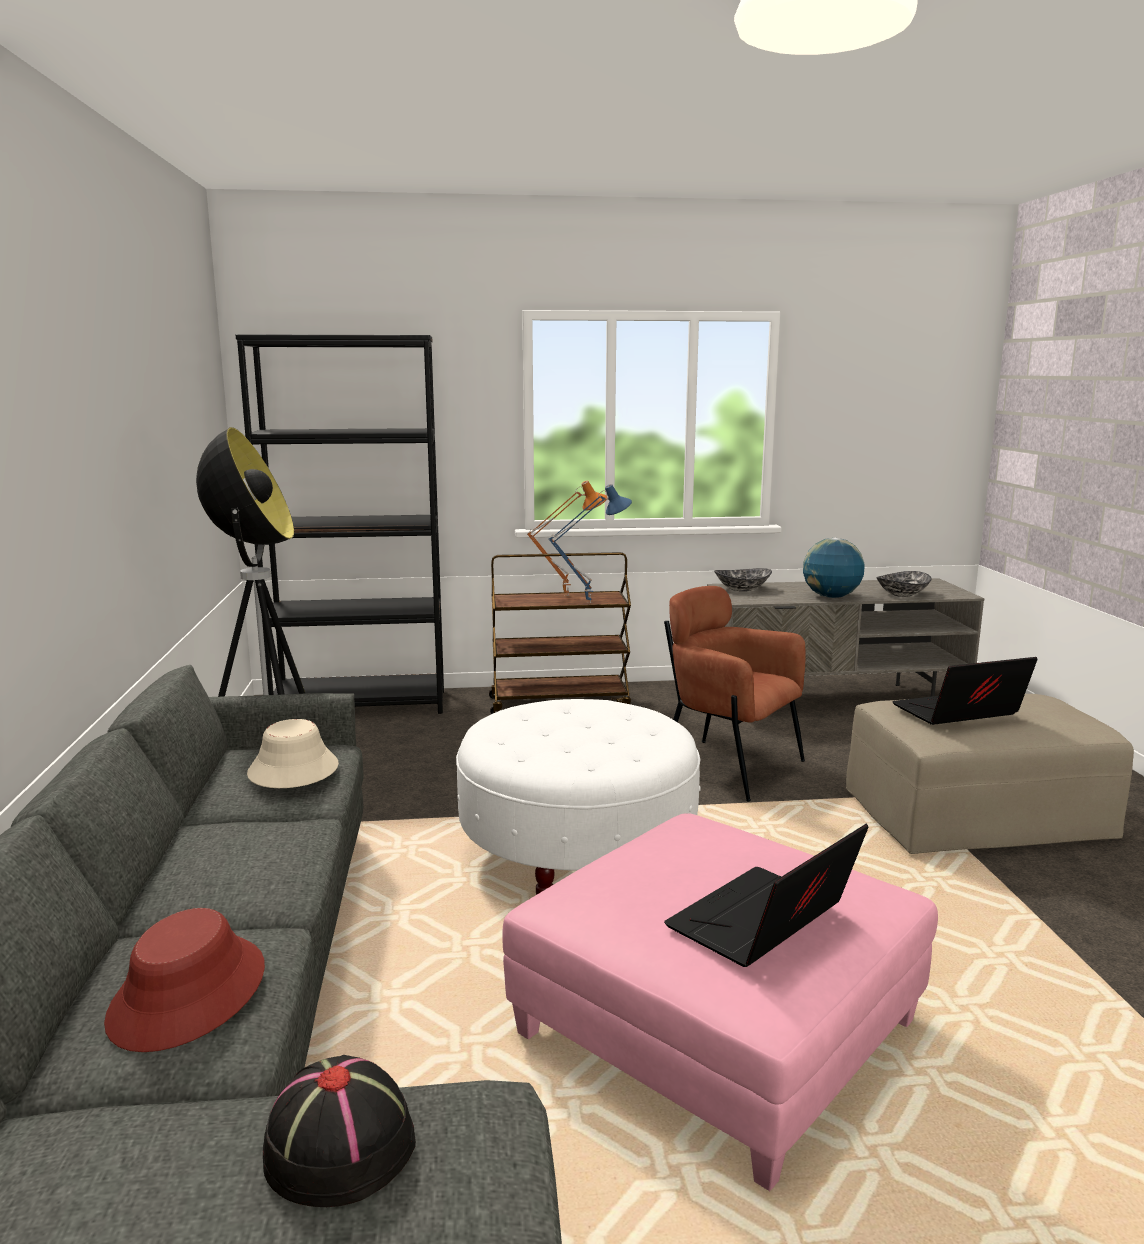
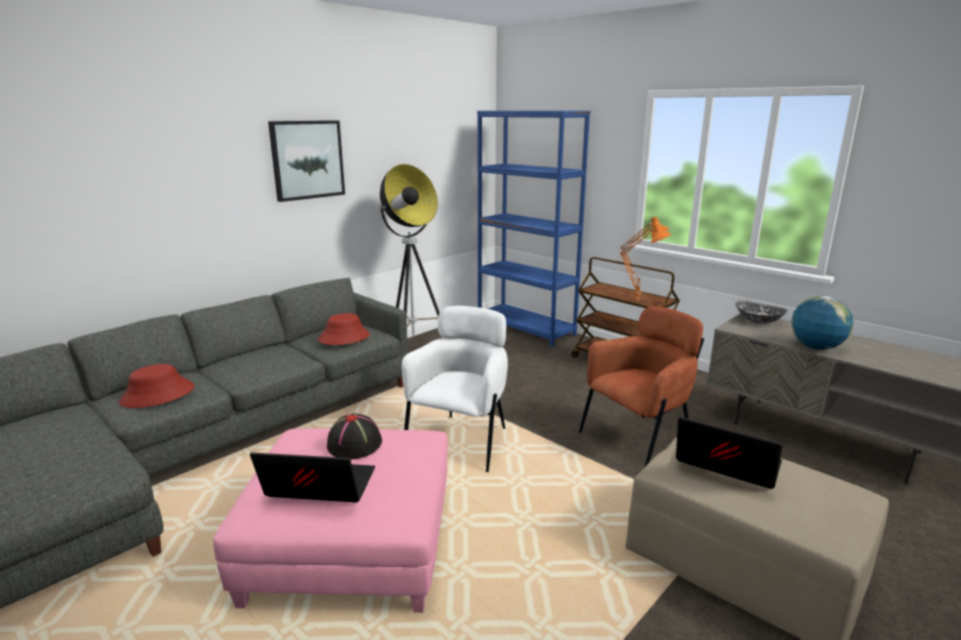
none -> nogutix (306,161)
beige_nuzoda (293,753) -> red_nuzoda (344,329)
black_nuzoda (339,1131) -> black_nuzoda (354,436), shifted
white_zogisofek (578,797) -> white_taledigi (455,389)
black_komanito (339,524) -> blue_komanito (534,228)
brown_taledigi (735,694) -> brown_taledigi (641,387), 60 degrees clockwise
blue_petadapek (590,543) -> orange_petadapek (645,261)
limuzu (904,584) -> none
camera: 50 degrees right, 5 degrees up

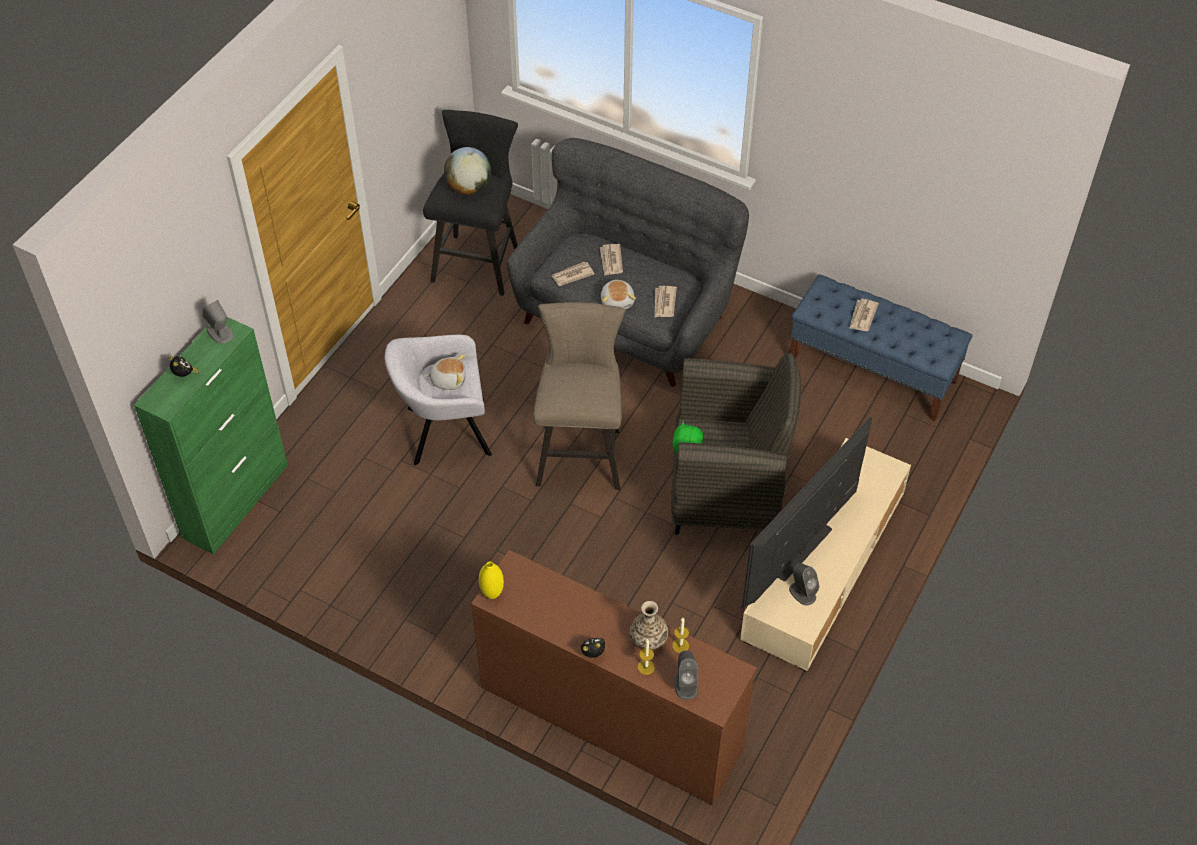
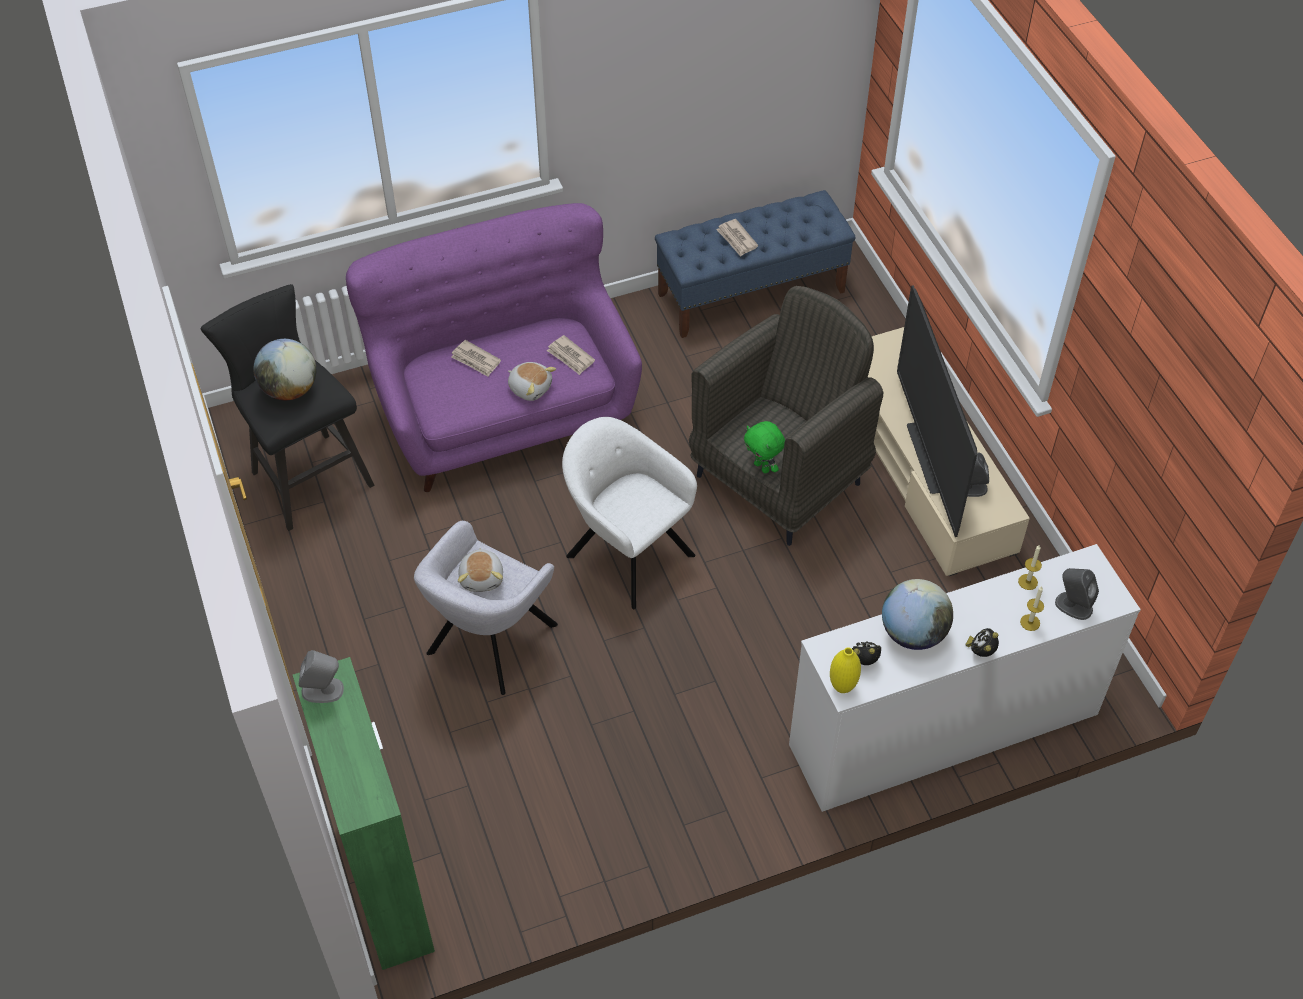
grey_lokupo (628,262) -> purple_lokupo (494,347)
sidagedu (445,372) -> sidagedu (480,570), 135 degrees clockwise
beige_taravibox (579,396) -> white_taledigi (629,513)
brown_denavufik (614,677) -> white_denavufik (965,678)
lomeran (184,366) -> lomeran (866,653), shifted
none -> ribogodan (917,614)
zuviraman (573,274) -> none
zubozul (648,625) -> none
camera: 50 degrees left, 0 degrees up

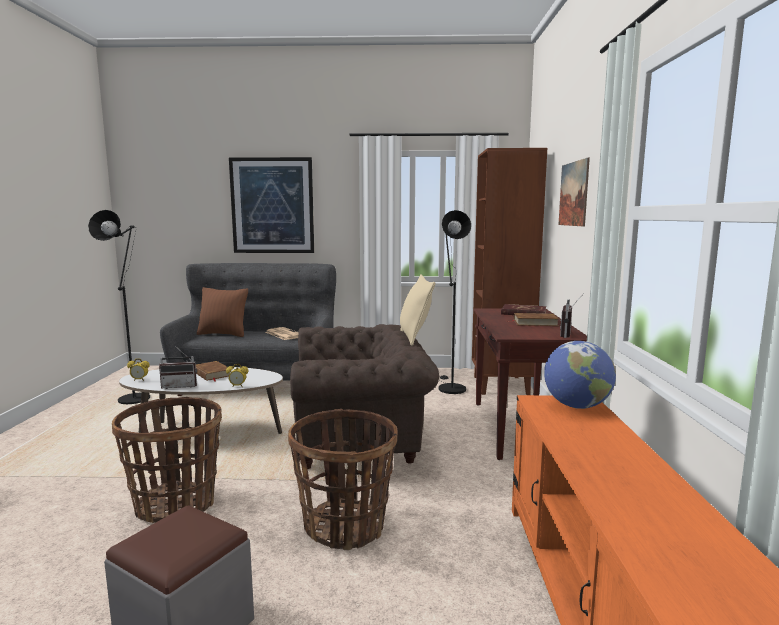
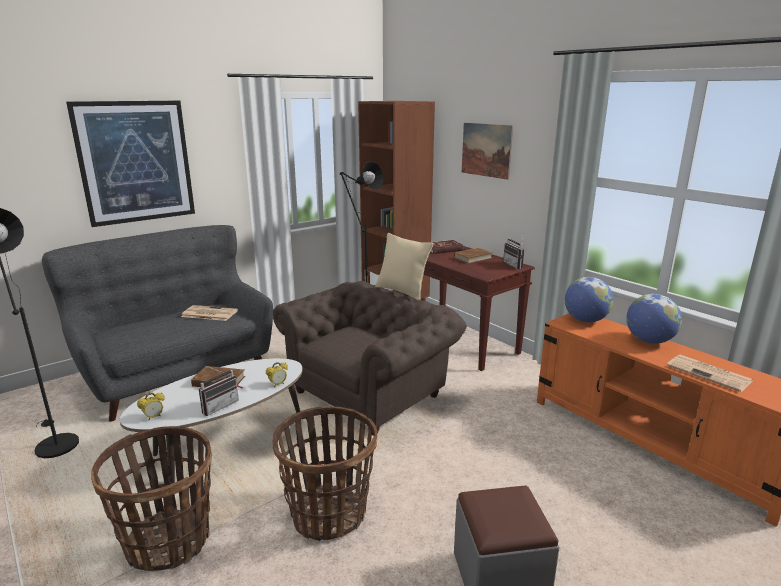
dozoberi (343,479) -> dozoberi (151,499), shifted
none -> ribogodan (654,319)
none -> zuviraman (710,373)
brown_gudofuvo (222,312) -> none
camera: 40 degrees left, 10 degrees up

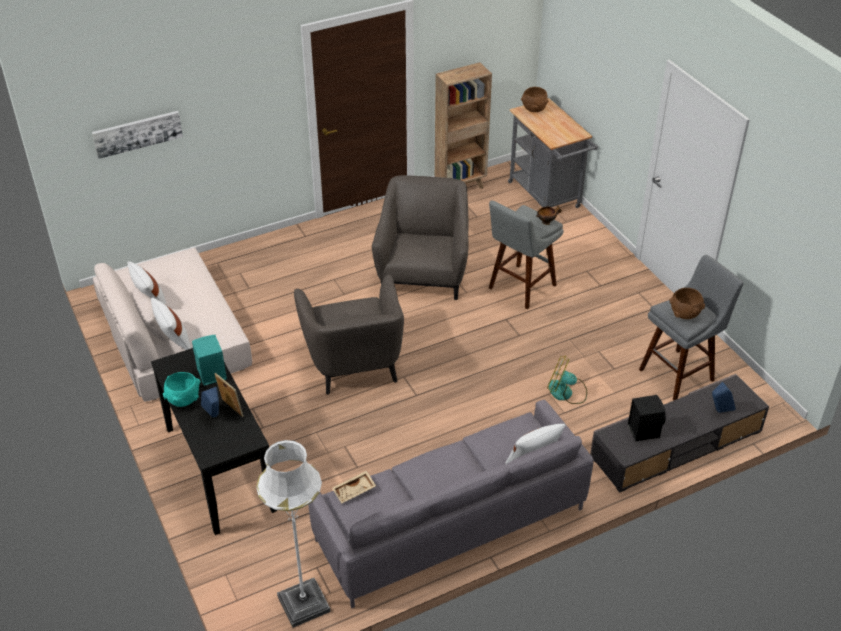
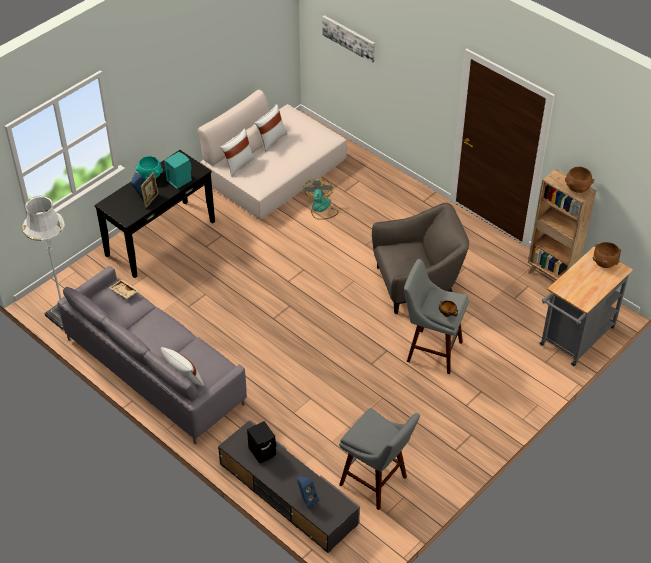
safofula (567,380) -> safofula (321,199), shifted
brown_limuzu (687,303) -> brown_limuzu (579,179), shifted
grey_taledigi (349,334) -> none
camera: 70 degrees right, 5 degrees up

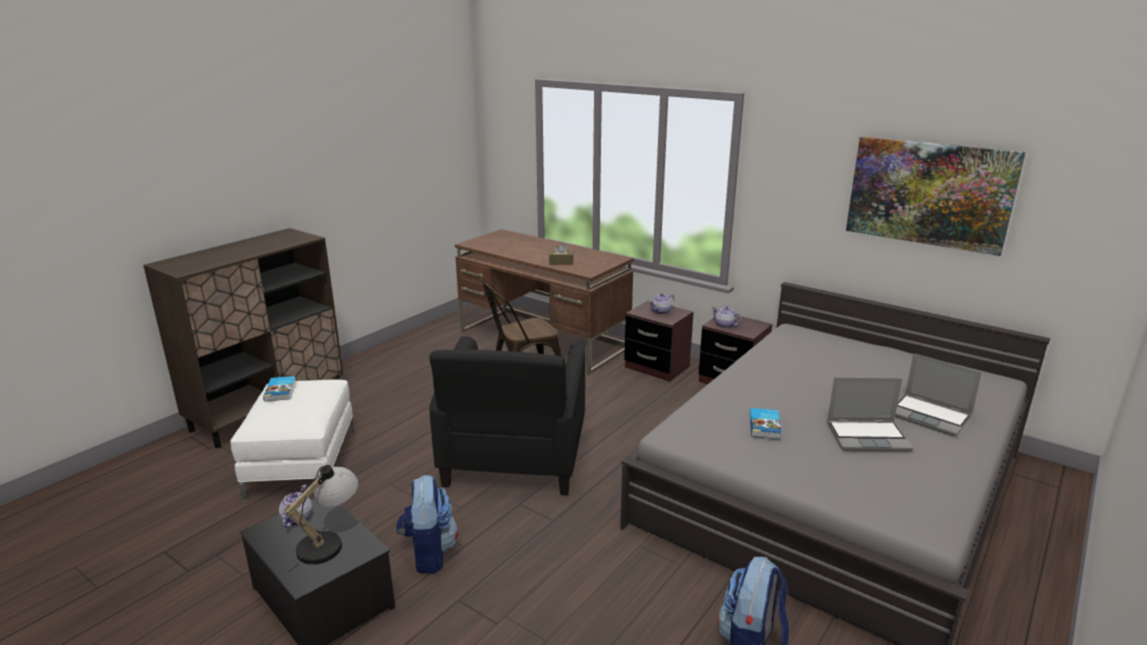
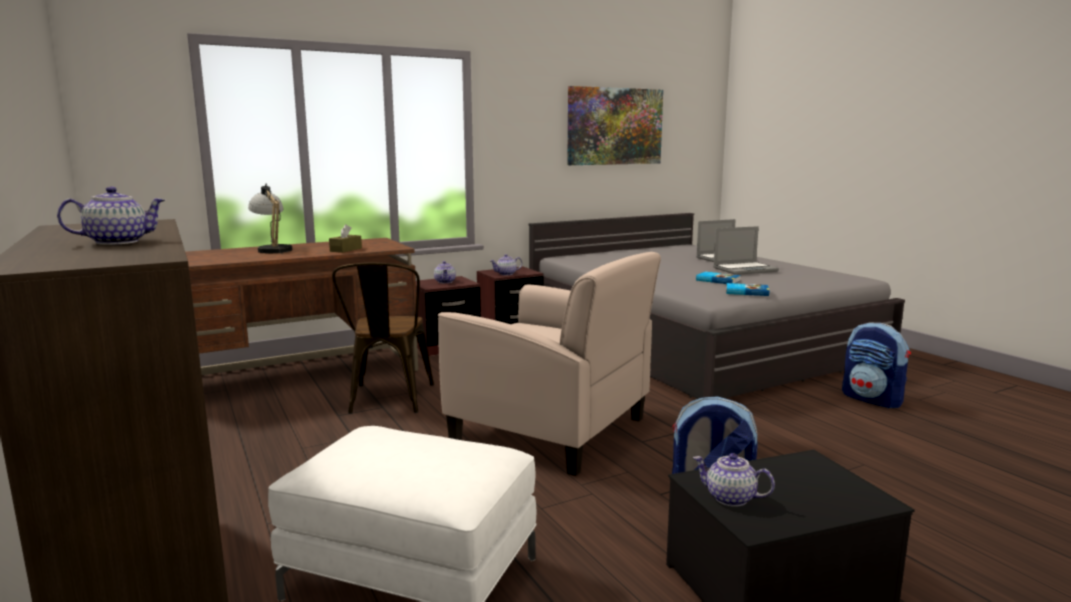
none -> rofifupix (111,215)
petadapek (321,519) -> petadapek (270,218), shifted
black_taledigi (507,416) -> beige_taledigi (549,364)
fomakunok (870,414) -> fomakunok (746,250), 45 degrees clockwise
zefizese (279,389) -> zefizese (747,289), shifted
camera: 65 degrees left, 10 degrees down

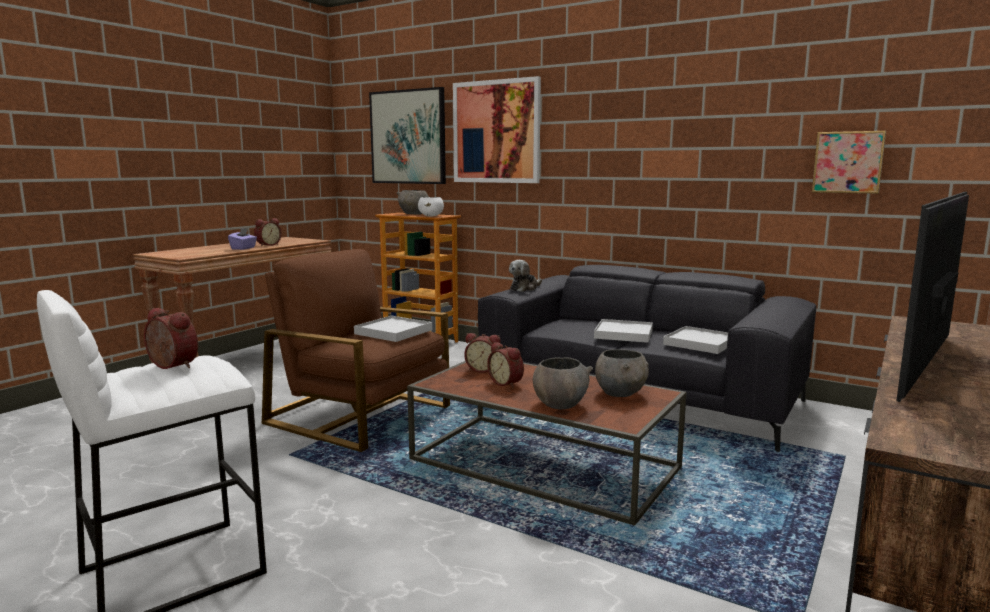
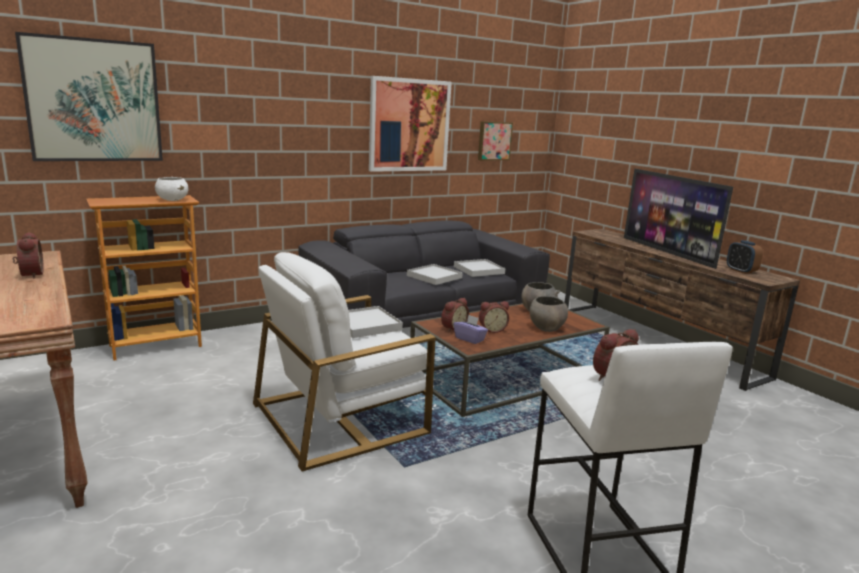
brown_taledigi (356,350) -> white_taledigi (344,362)
nogutix (497,129) -> nogutix (410,124), shifted
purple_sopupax (242,239) -> purple_sopupax (471,329), shifted
none -> lomeran (745,257)
grey_limuzu (413,202) -> none
sidagedu (525,276) -> none
camera: 65 degrees left, 5 degrees up

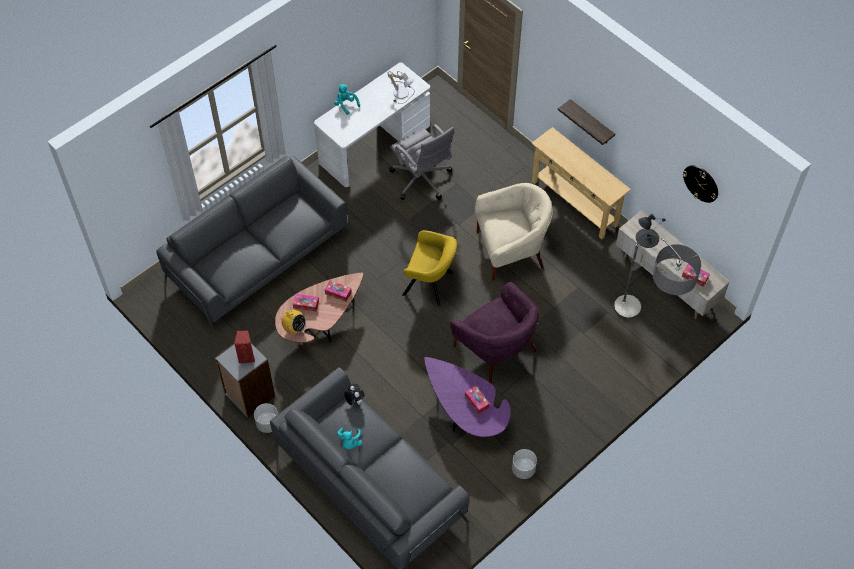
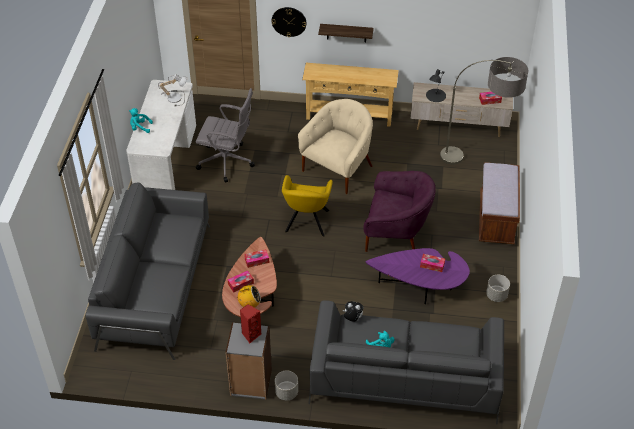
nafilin (700,184) -> nafilin (289,22), shifted
yellow_taledigi (429,268) -> yellow_taledigi (307,206), 120 degrees clockwise
none -> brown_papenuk (499,203)
camera: 40 degrees left, 10 degrees down

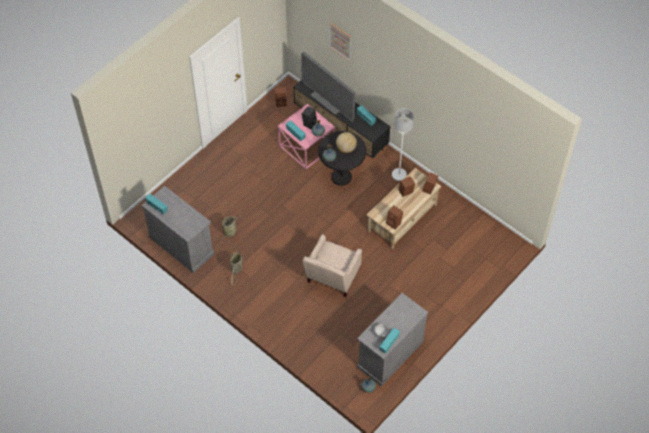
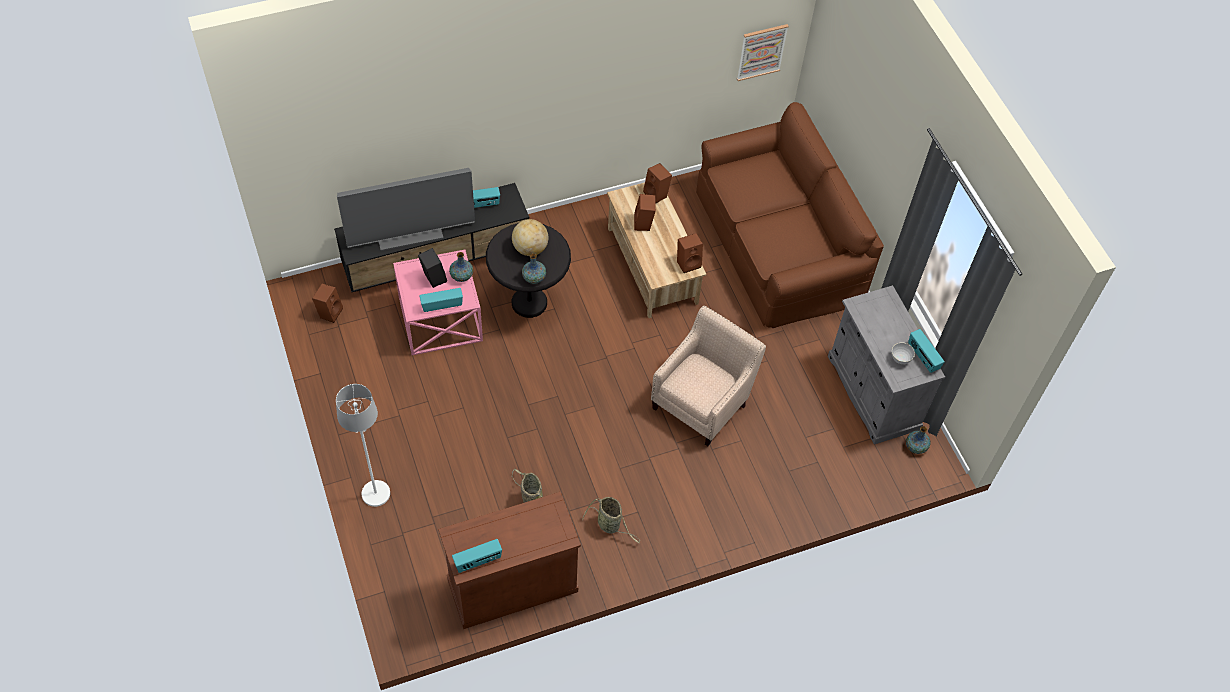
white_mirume (403,144) -> white_mirume (363,445), shifted
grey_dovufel (178,229) -> brown_dovufel (509,560)
beige_taledigi (332,265) -> beige_taledigi (708,376), 105 degrees counterclockwise
none -> brown_lokupo (790,215)
nogutix (340,42) -> nogutix (763,52), shifted
camera: 65 degrees left, 0 degrees up

